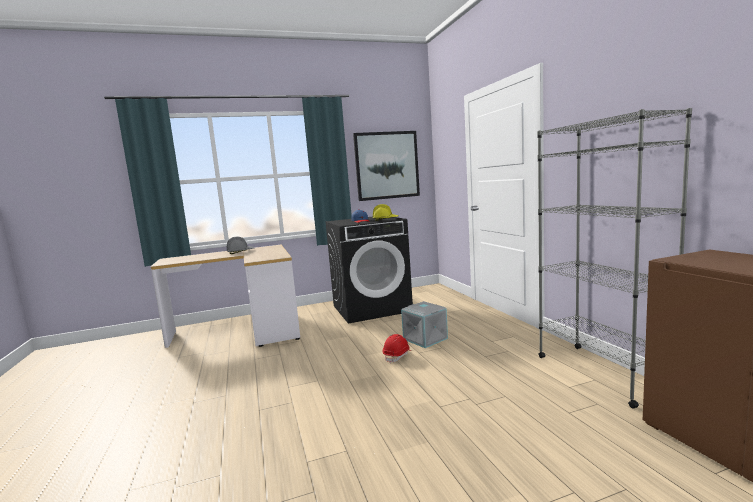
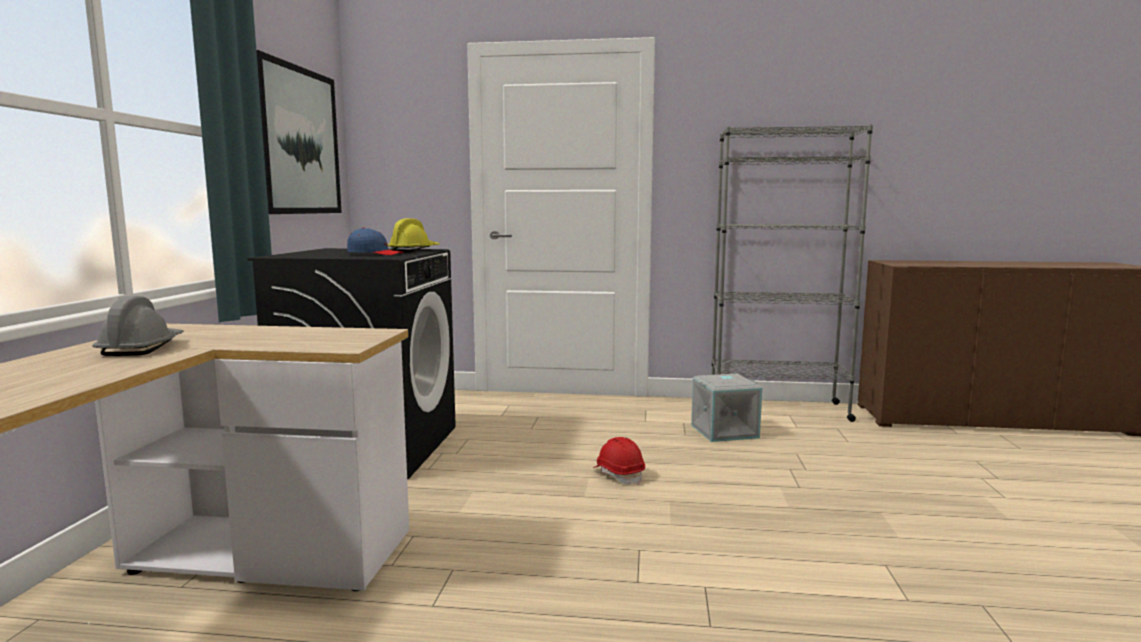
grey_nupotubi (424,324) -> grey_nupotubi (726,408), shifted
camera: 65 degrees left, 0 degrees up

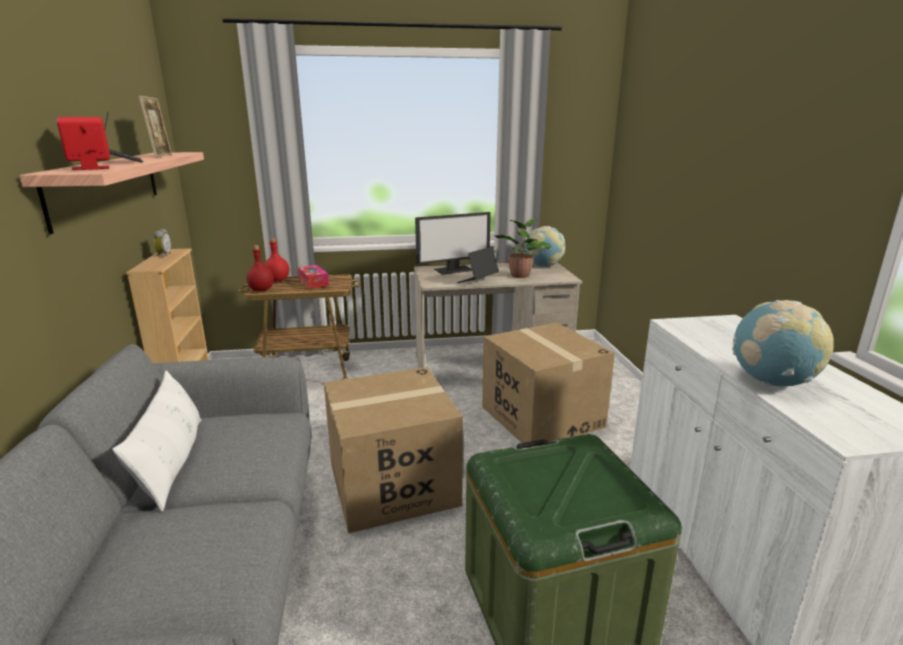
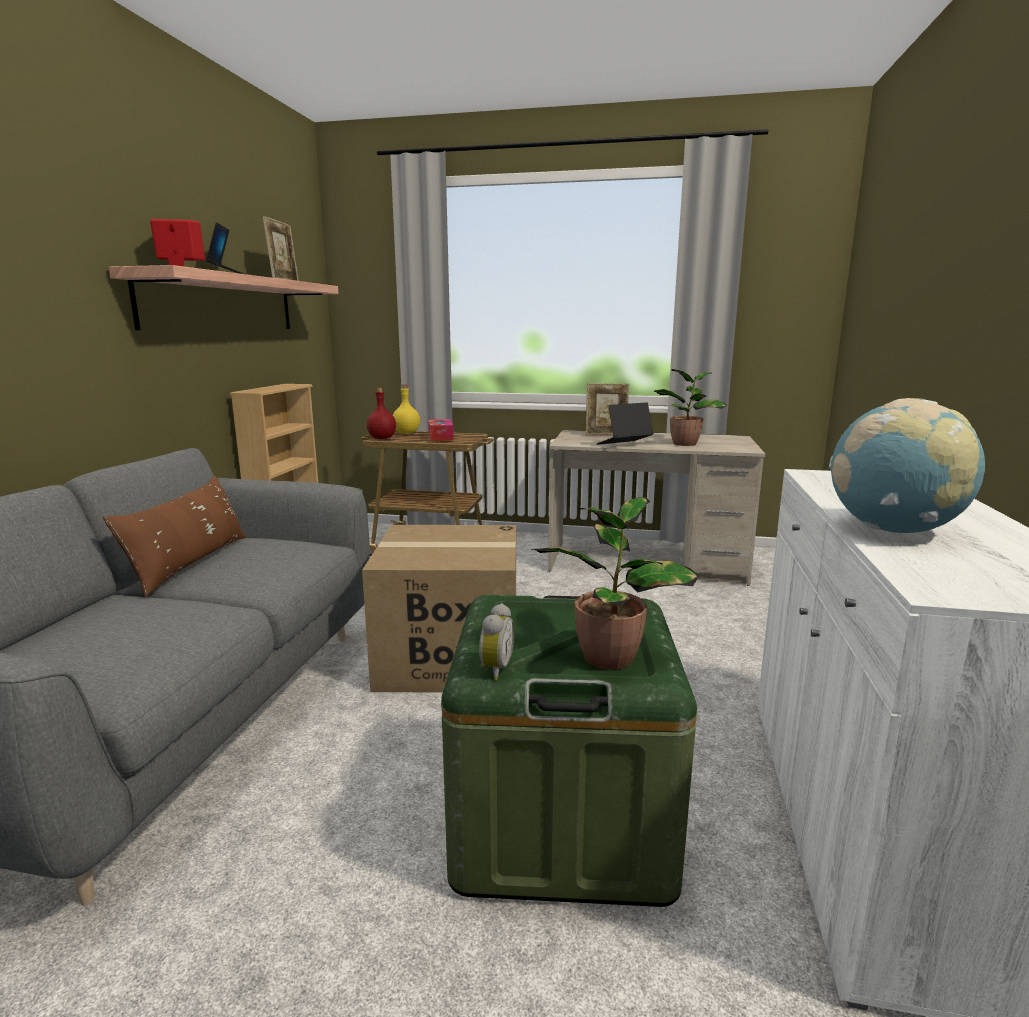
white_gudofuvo (156,440) -> brown_gudofuvo (174,536)
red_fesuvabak (276,260) -> yellow_fesuvabak (406,409)
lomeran (162,243) -> lomeran (496,641), shifted
none -> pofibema (614,583)
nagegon (453,243) -> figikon (607,409)
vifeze (548,385) -> none
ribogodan (545,246) -> none
camera: 20 degrees right, 5 degrees down

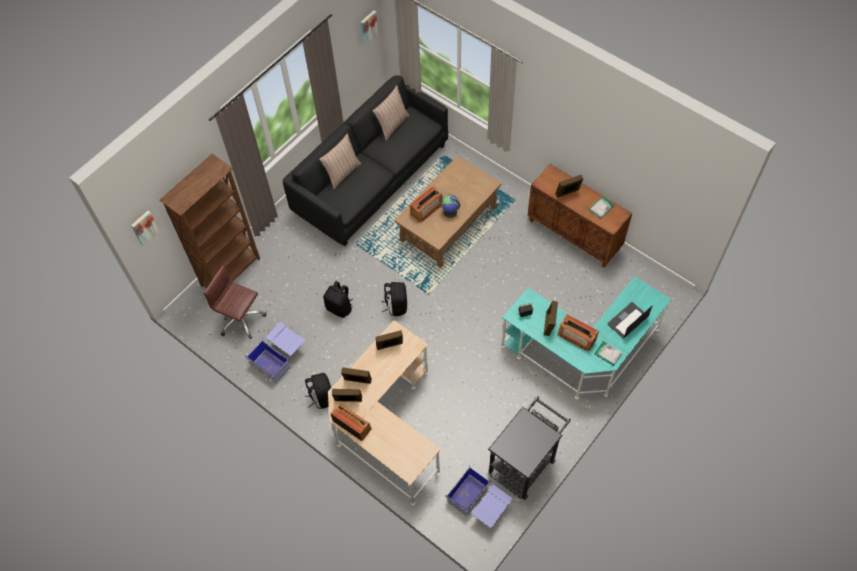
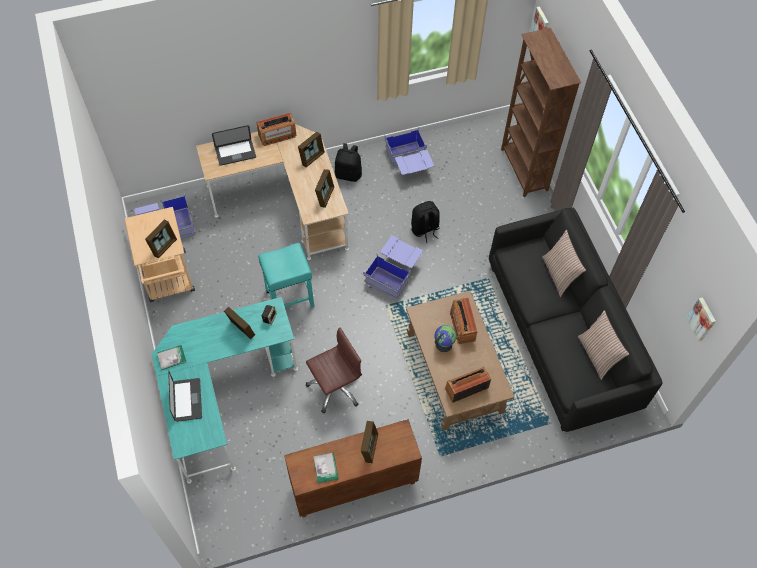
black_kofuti (529,448) -> beige_kofuti (159,254)
figikon (347,395) -> figikon (161,239), shifted
none -> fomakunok (234,145)
none -> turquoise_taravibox (286,275)
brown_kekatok (234,302) -> brown_kekatok (334,370), shifted
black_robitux (394,299) -> blue_nupotubi (393,267)
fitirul (578,333) -> fitirul (468,385), shifted
camera: 120 degrees right, 0 degrees up

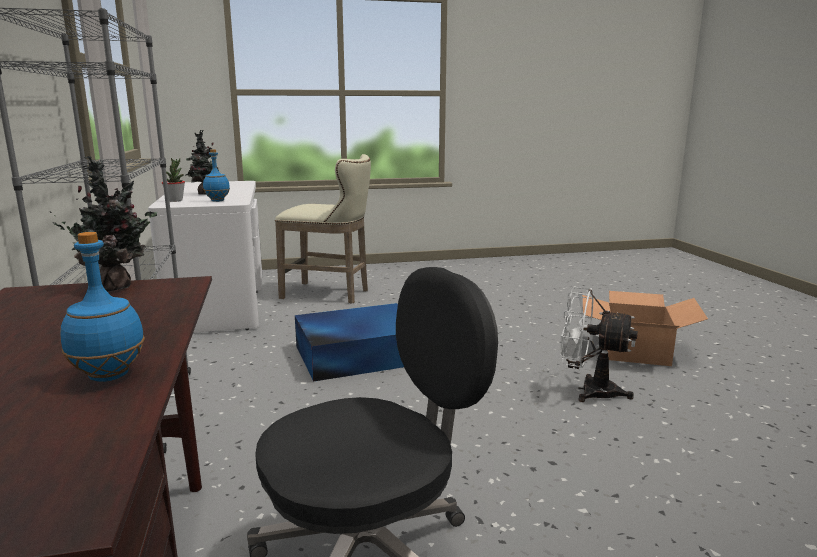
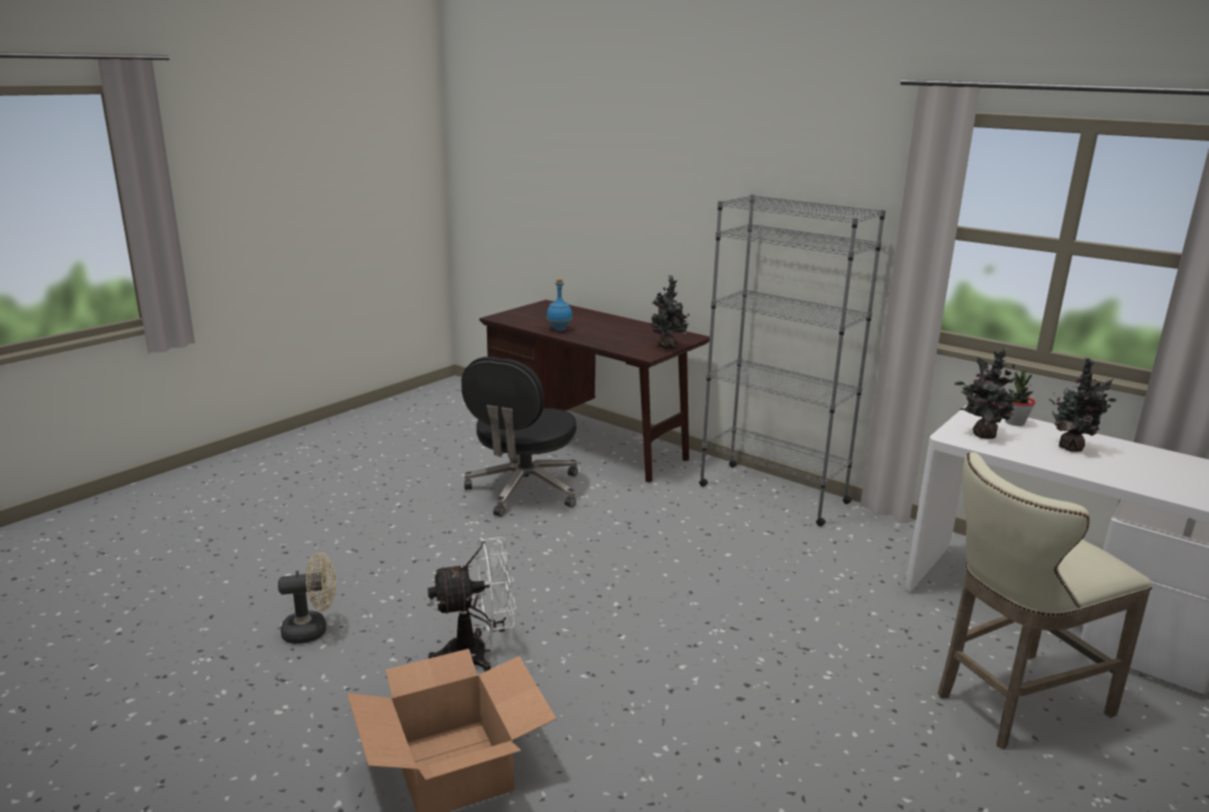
none -> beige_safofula (307,598)
blue_fesuvabak (216,175) -> pofibema (992,393)
blue_nupotubi (349,342) -> none
camera: 140 degrees right, 5 degrees up

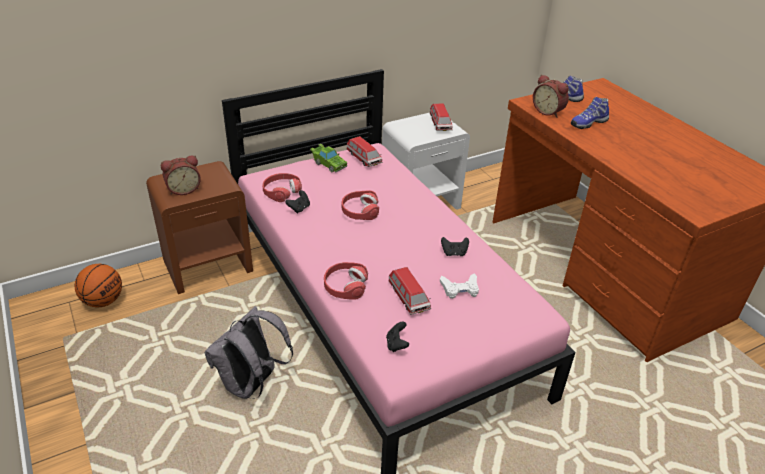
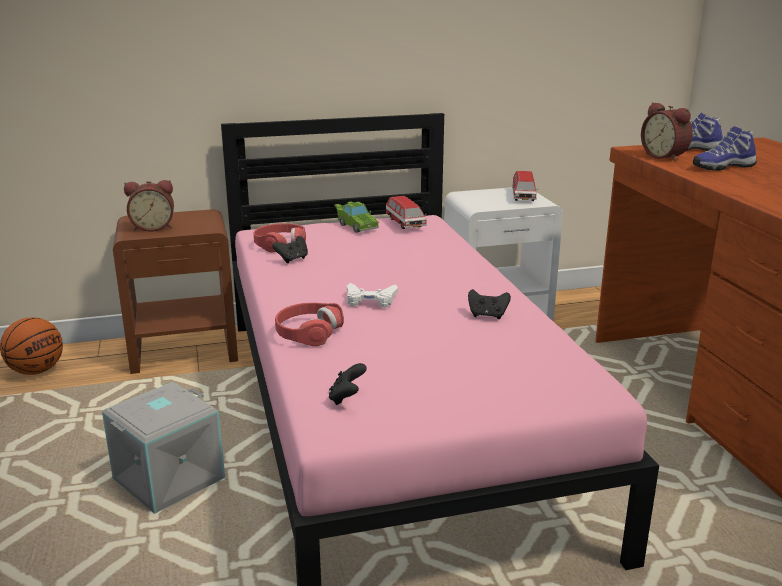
grey_robitux (249,352) -> grey_nupotubi (163,448)
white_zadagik (459,286) -> white_zadagik (372,295), shifted
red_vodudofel (360,205) -> none
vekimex (410,291) -> none
camera: 15 degrees right, 15 degrees down

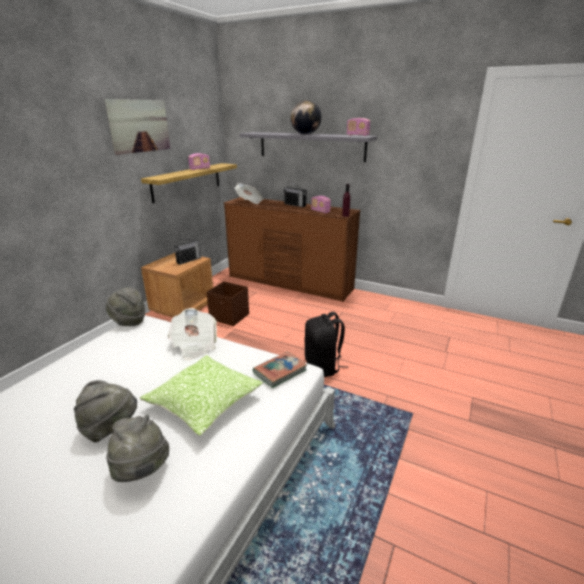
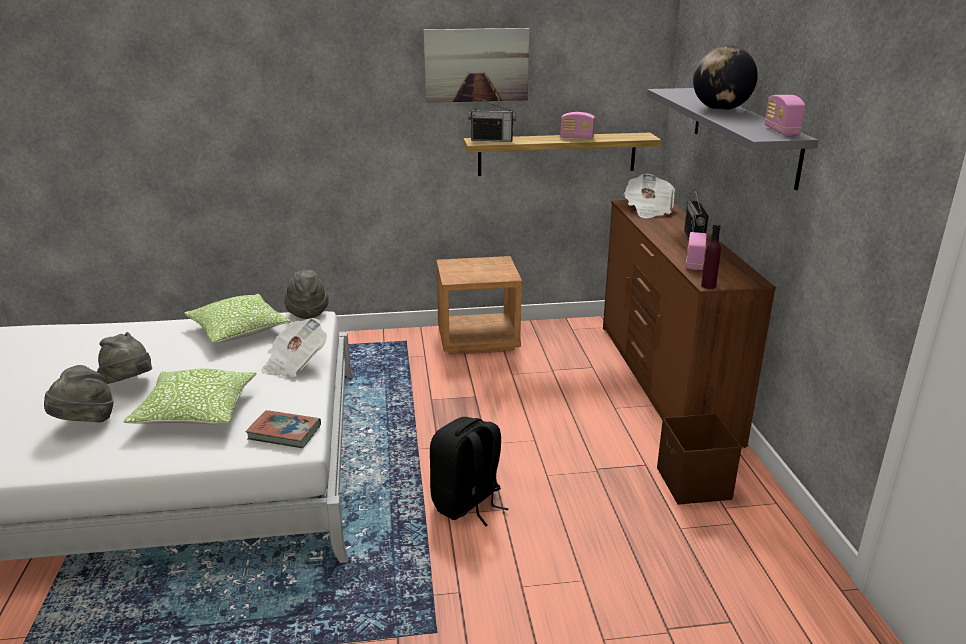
none -> gudofuvo (237,318)
fitirul (187,251) -> fitirul (492,120), shifted
brown_nupotubi (227,303) -> brown_nupotubi (699,459), shifted
camera: 55 degrees right, 0 degrees up

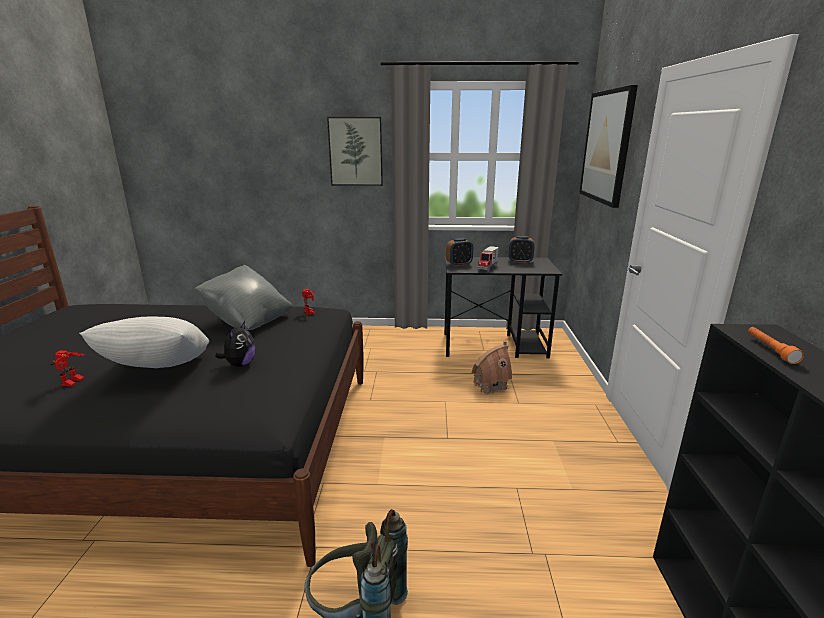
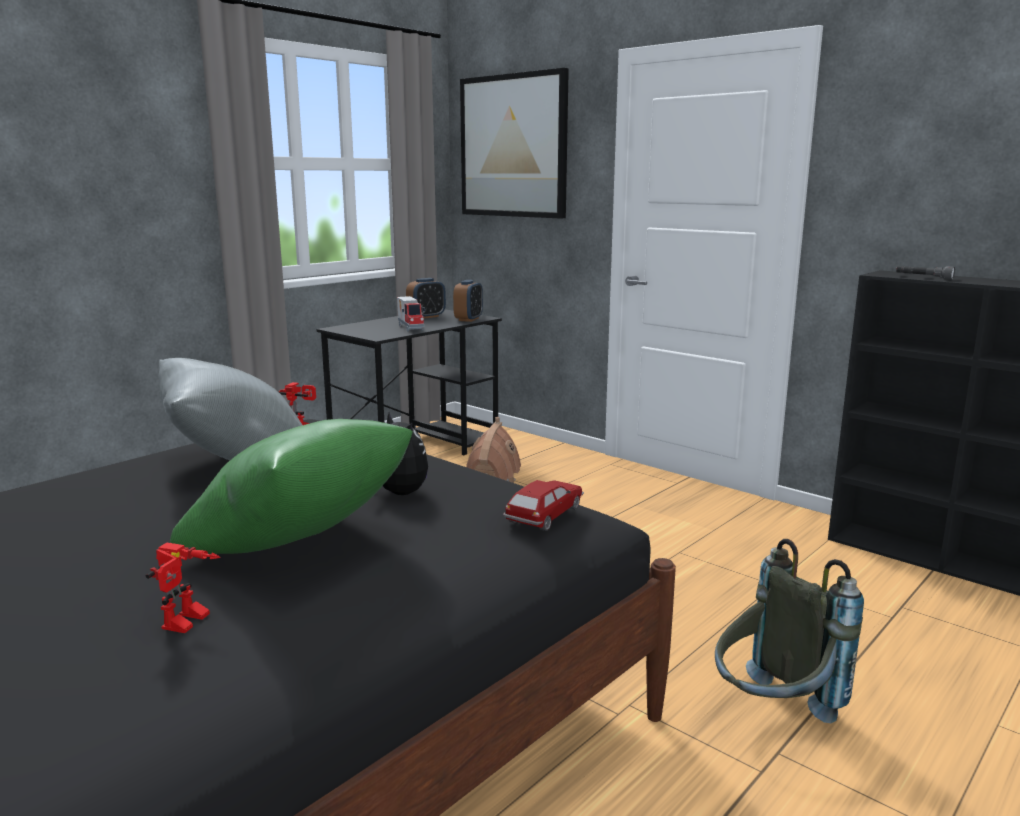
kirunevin (67,368) -> kirunevin (183,588), 60 degrees clockwise
white_gudofuvo (144,342) -> green_gudofuvo (291,486)
lomeran (459,252) -> lomeran (468,301), shifted
none -> vekimex (543,505)
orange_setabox (776,345) -> grey_setabox (925,273)
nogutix (355,151) -> none
camera: 50 degrees left, 5 degrees down

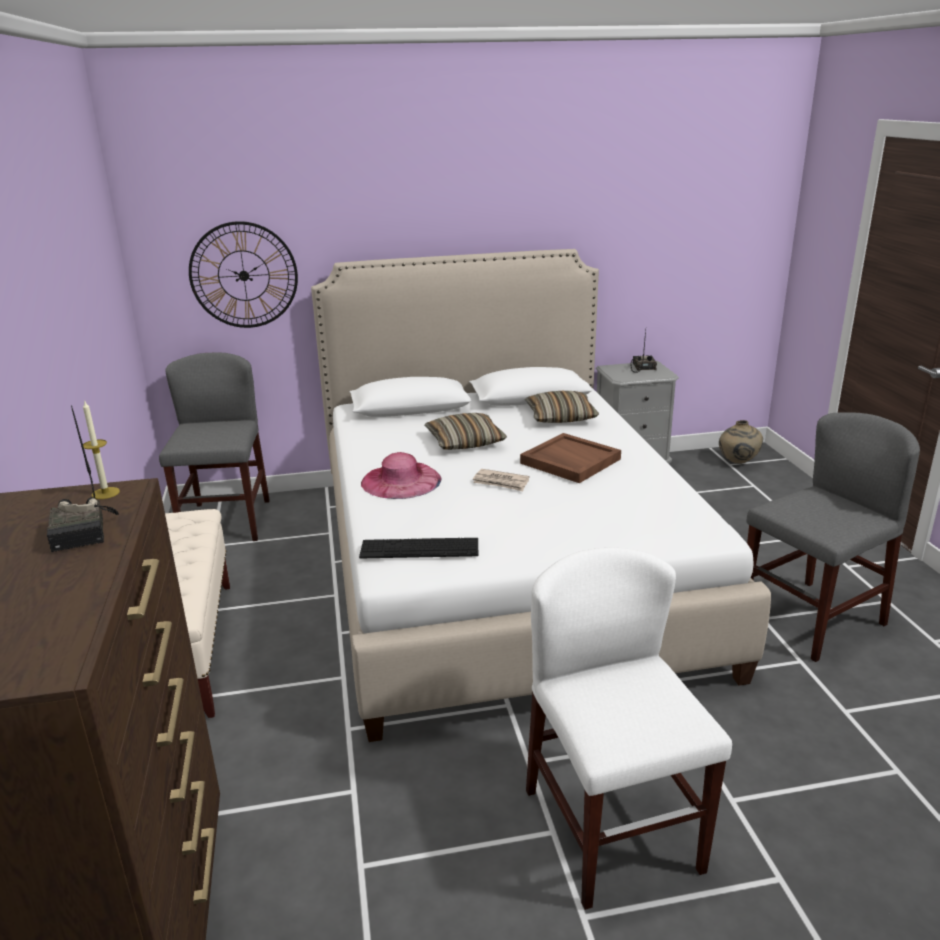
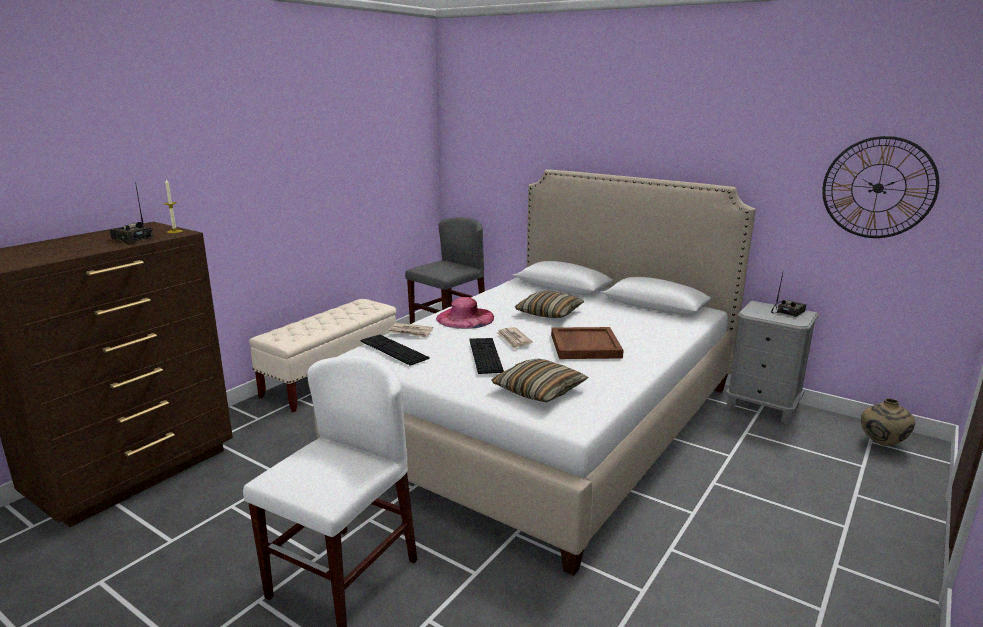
fitirul (83,478) -> fitirul (132,213), 90 degrees clockwise
none -> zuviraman (411,330)
none -> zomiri (486,356)
gudofuvo (562,407) -> gudofuvo (539,380), shifted
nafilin (243,274) -> nafilin (880,187), shifted
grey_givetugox (833,537) -> none
camera: 45 degrees right, 5 degrees down

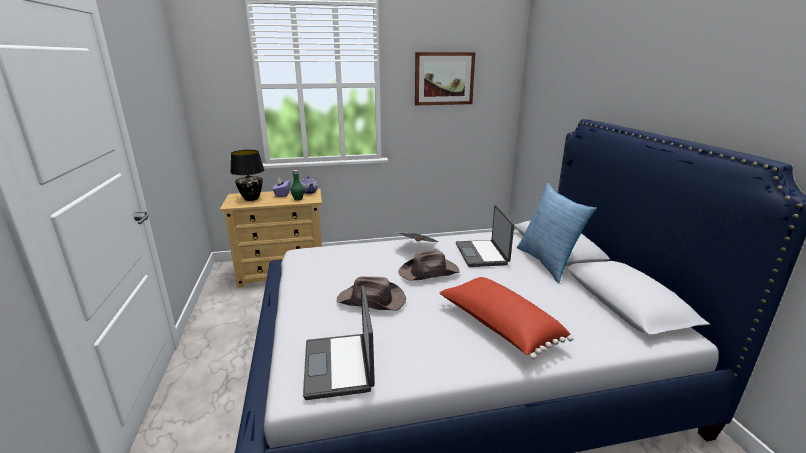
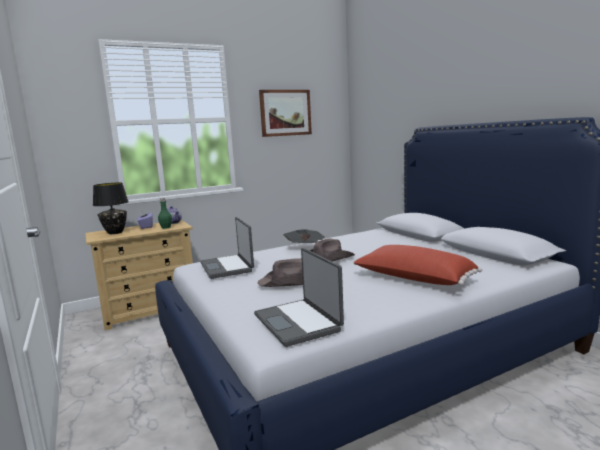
fomakunok (485,236) -> fomakunok (227,248), shifted
gudofuvo (557,233) -> none
camera: 15 degrees left, 10 degrees down

